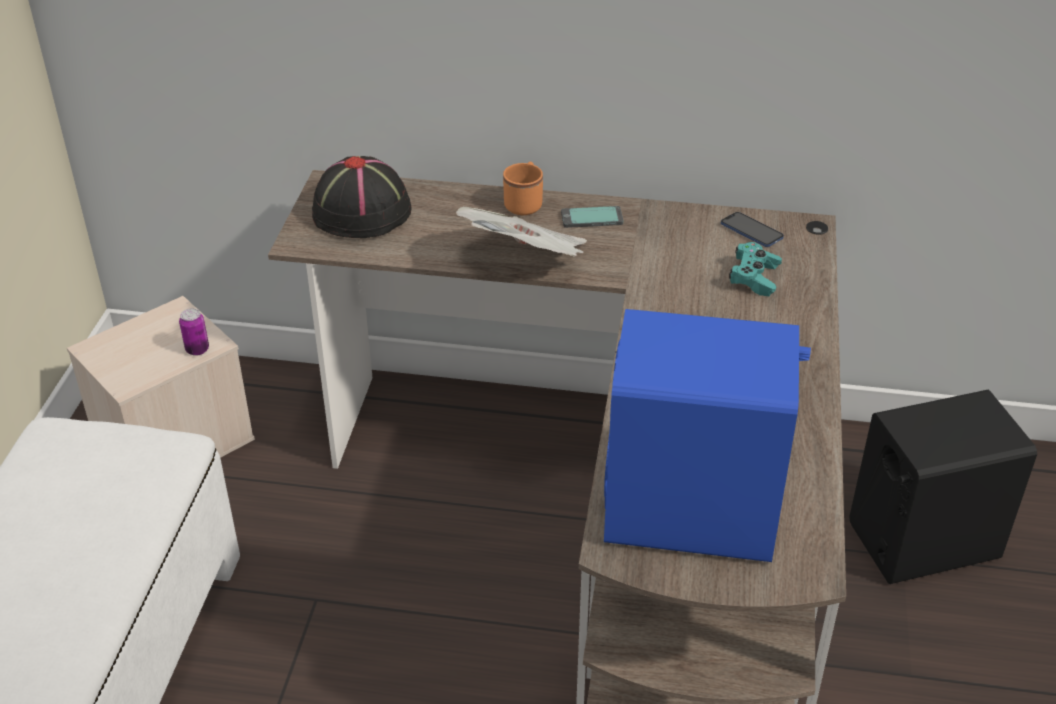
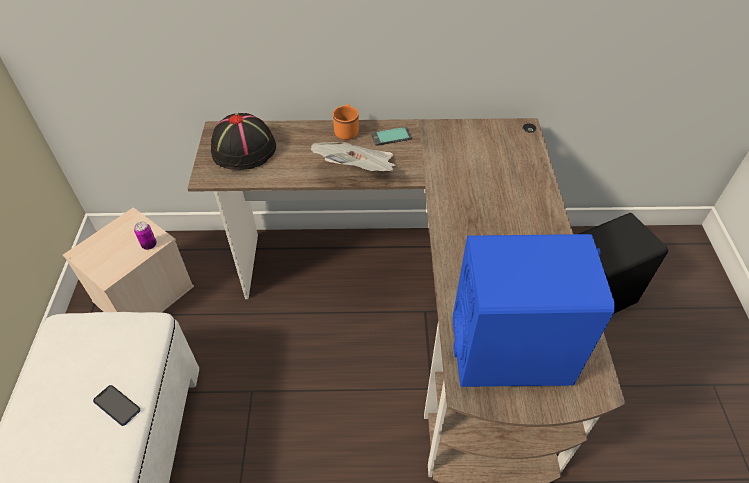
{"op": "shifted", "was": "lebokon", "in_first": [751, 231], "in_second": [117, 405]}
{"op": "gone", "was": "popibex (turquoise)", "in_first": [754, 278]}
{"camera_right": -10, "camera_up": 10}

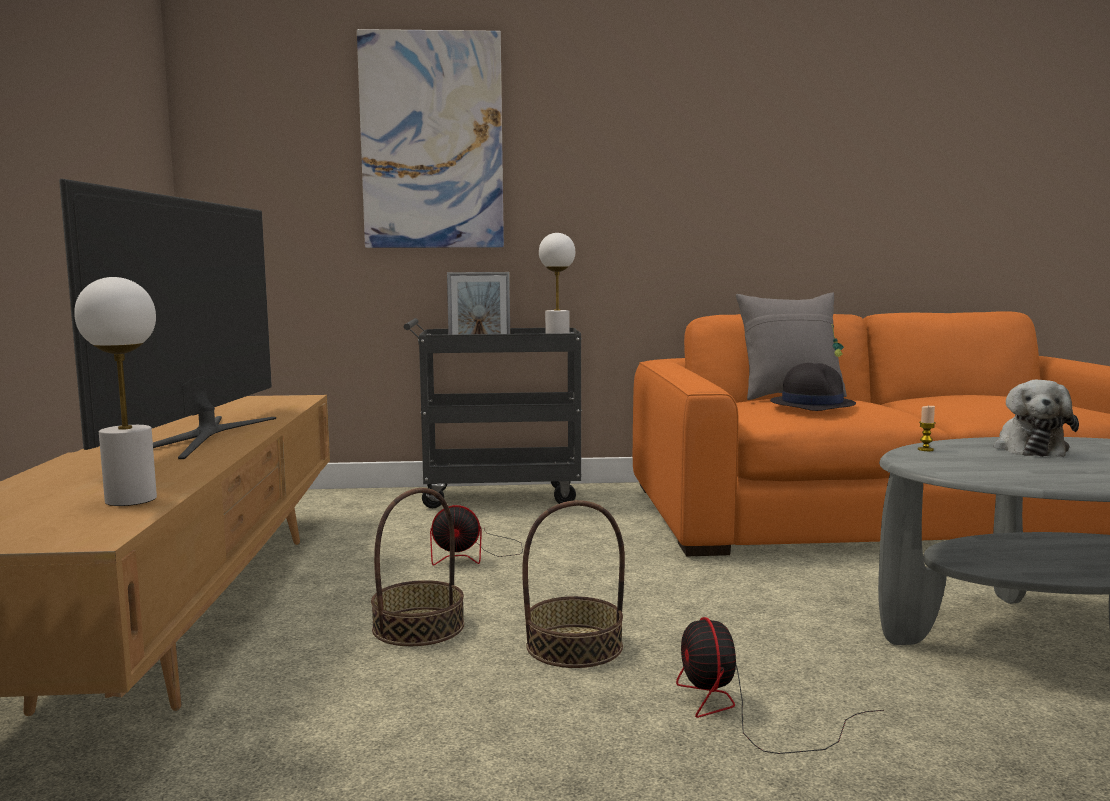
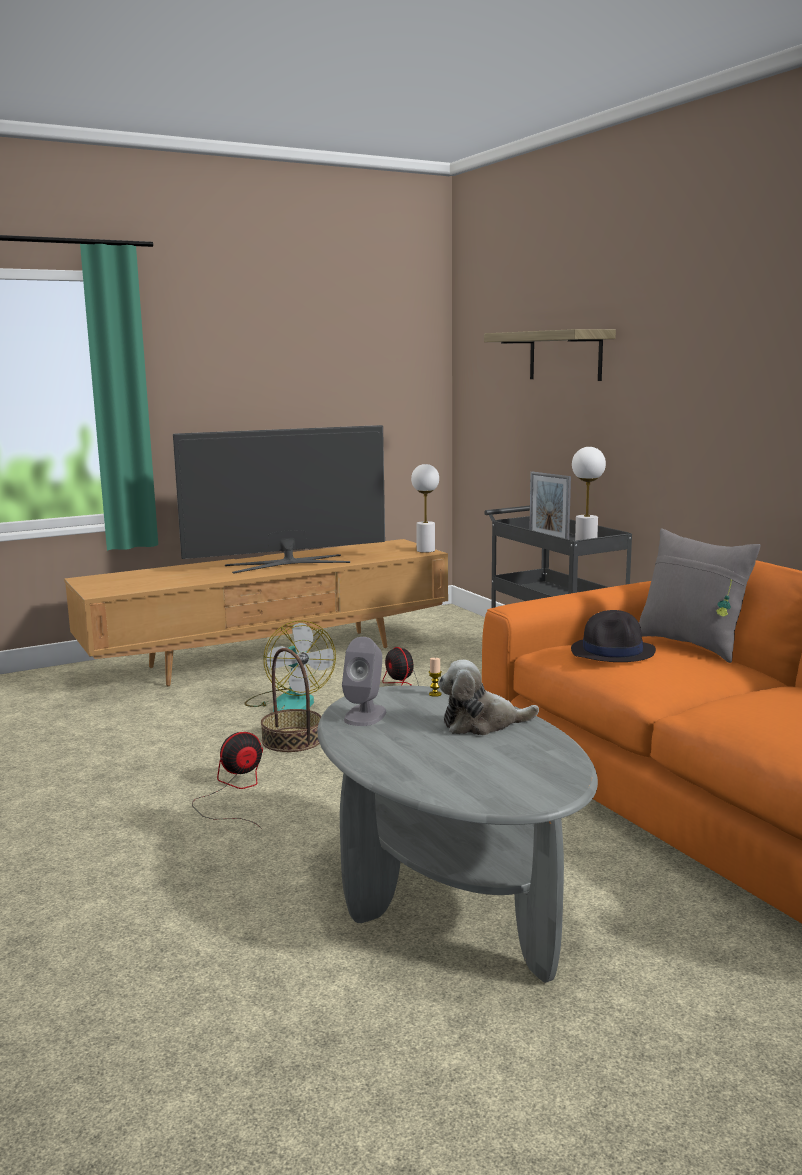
{"op": "swapped", "was": "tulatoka", "now": "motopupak", "in_first": [432, 141], "in_second": [565, 355]}
{"op": "shifted", "was": "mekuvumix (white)", "in_first": [130, 500], "in_second": [425, 550]}
{"op": "swapped", "was": "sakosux", "now": "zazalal", "in_first": [418, 627], "in_second": [289, 702]}
{"op": "new", "now": "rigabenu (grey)", "in_second": [365, 715]}
{"camera_right": 65, "camera_up": 5}

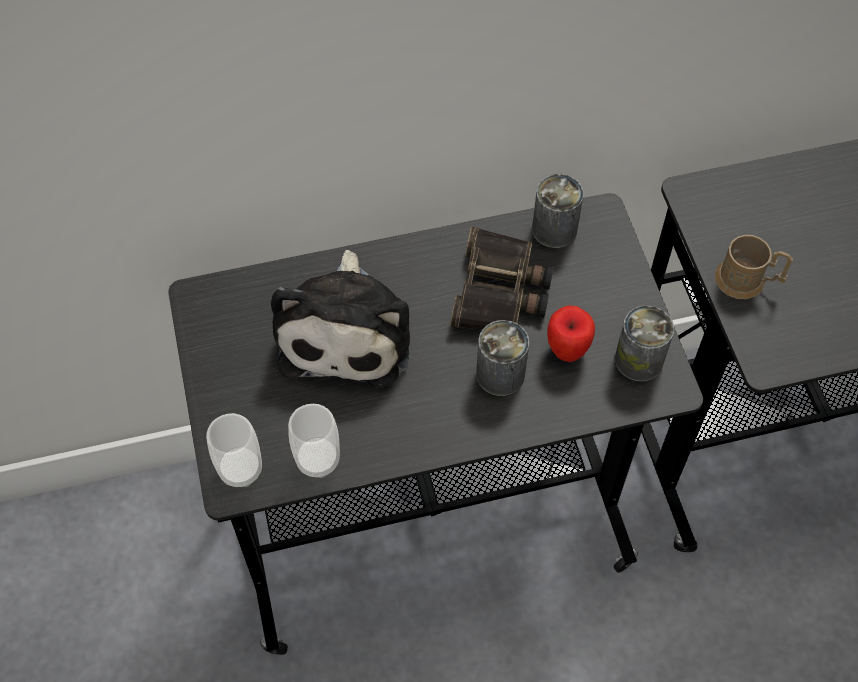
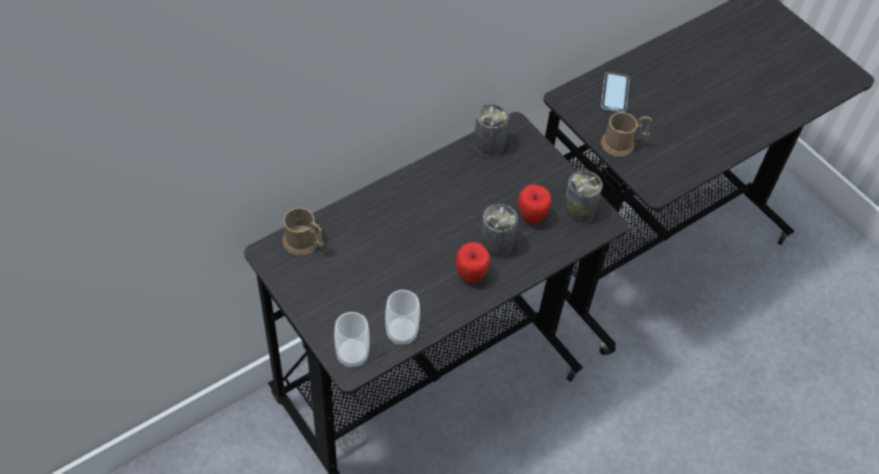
{"op": "gone", "was": "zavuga", "in_first": [501, 291]}
{"op": "gone", "was": "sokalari", "in_first": [347, 330]}
{"op": "new", "now": "lebokon", "in_second": [614, 93]}
{"op": "new", "now": "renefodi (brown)", "in_second": [305, 243]}
{"op": "new", "now": "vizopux", "in_second": [470, 275]}
{"camera_right": -25, "camera_up": -5}

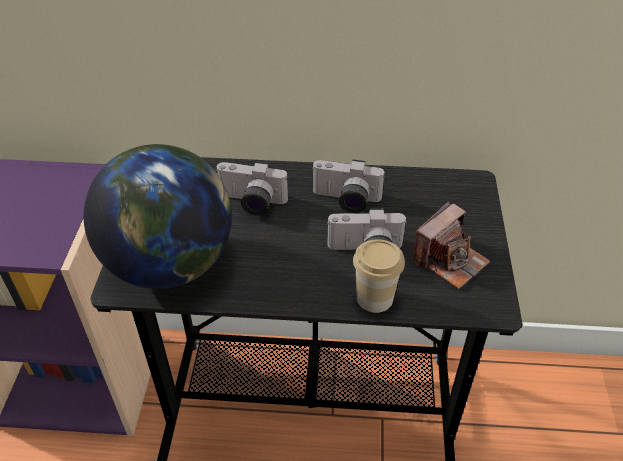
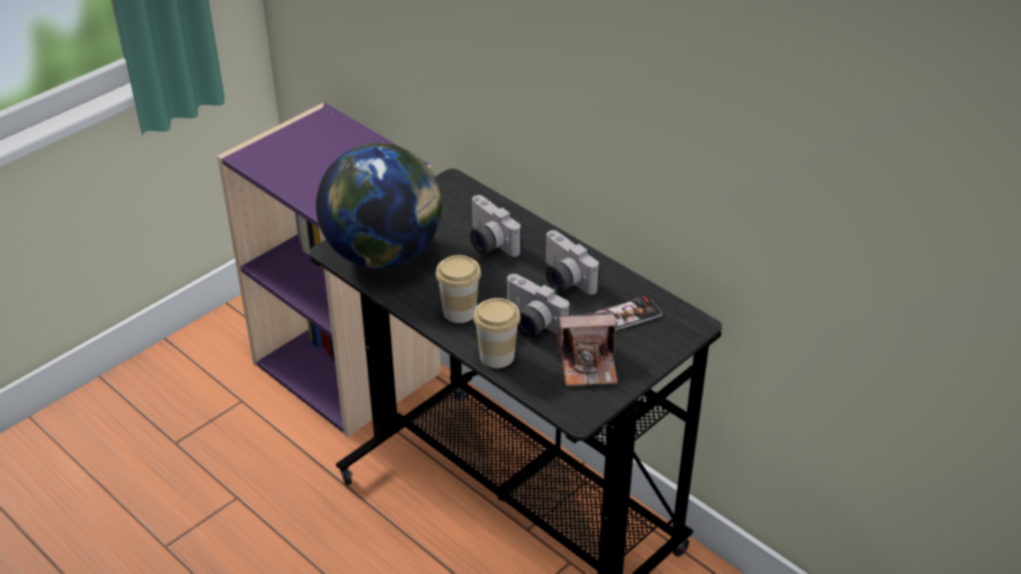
{"op": "new", "now": "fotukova", "in_second": [459, 312]}
{"op": "new", "now": "lebokon", "in_second": [627, 315]}
{"camera_right": 40, "camera_up": -5}

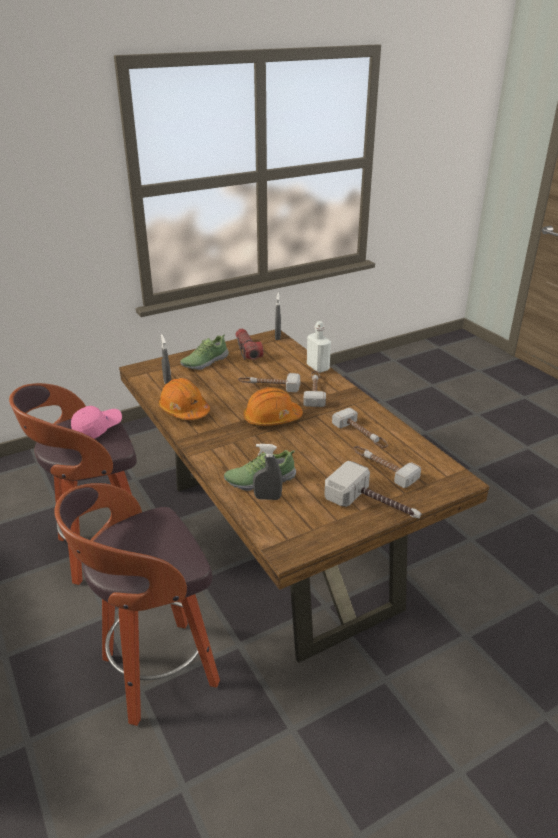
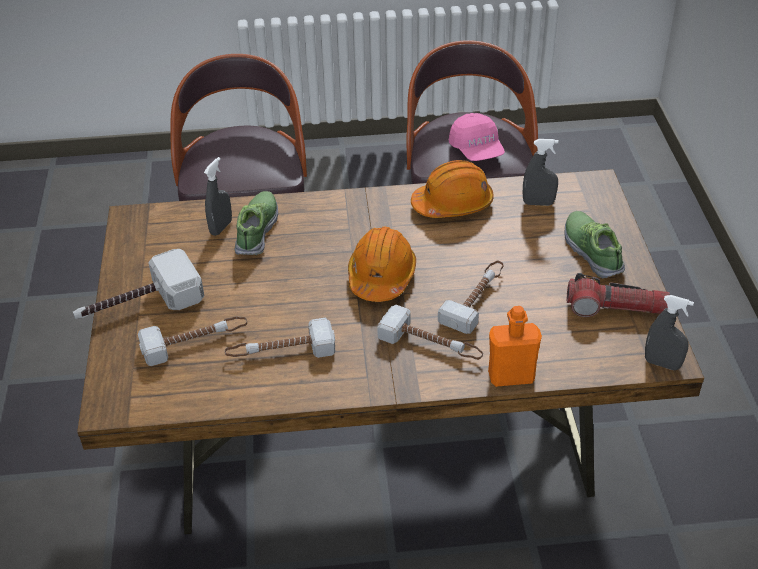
{"op": "repainted", "was": "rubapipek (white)", "now": "rubapipek (orange)", "in_first": [318, 367], "in_second": [511, 376]}
{"camera_right": 115, "camera_up": 10}

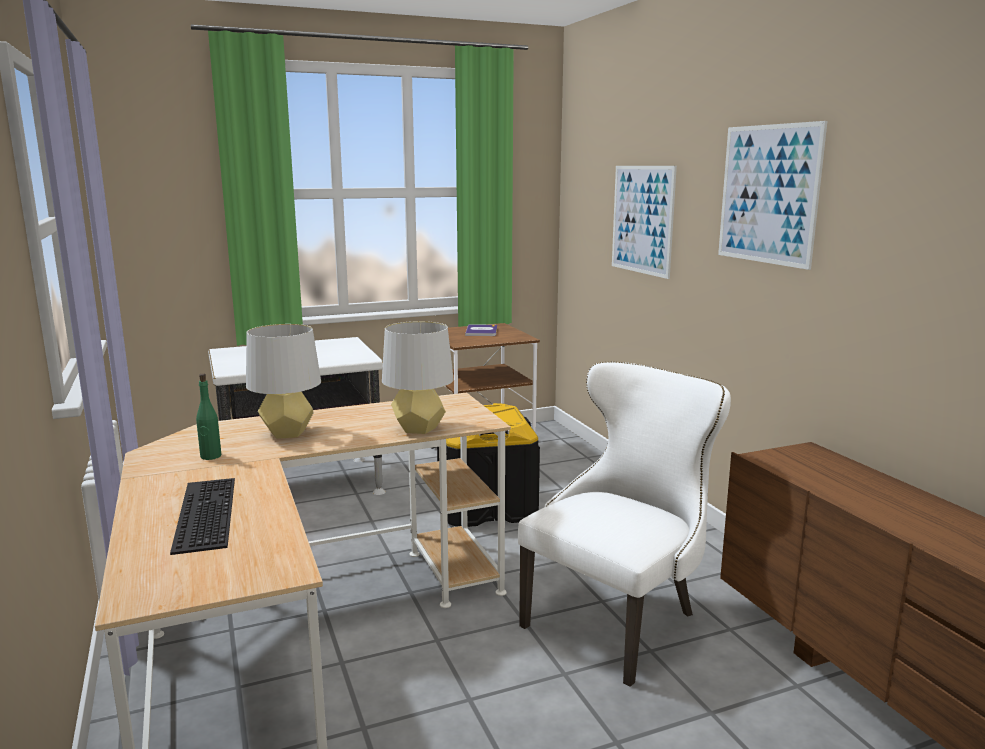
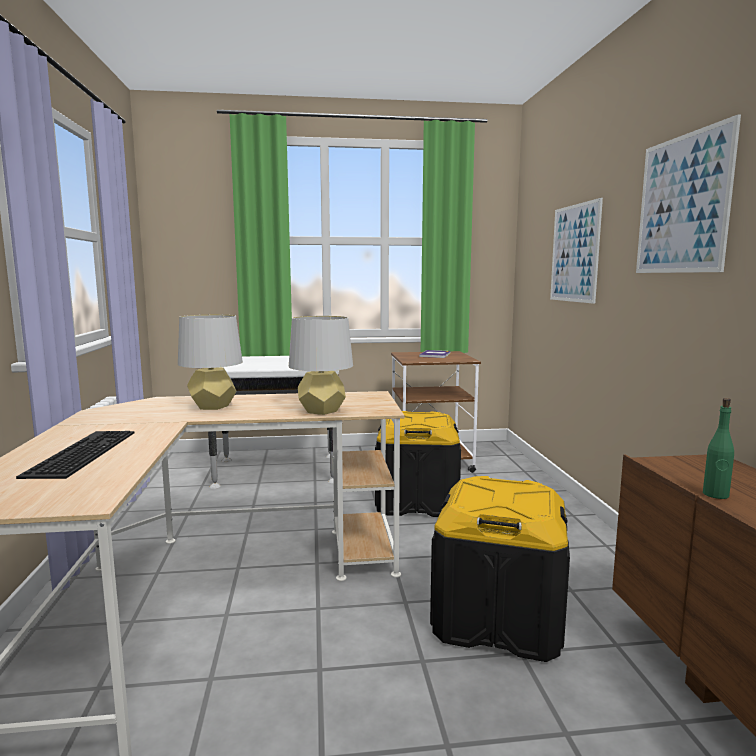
{"op": "swapped", "was": "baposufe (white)", "now": "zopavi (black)", "in_first": [618, 621], "in_second": [498, 617]}
{"op": "shifted", "was": "rubapipek (green)", "in_first": [210, 456], "in_second": [715, 495]}
{"camera_right": 15, "camera_up": -5}

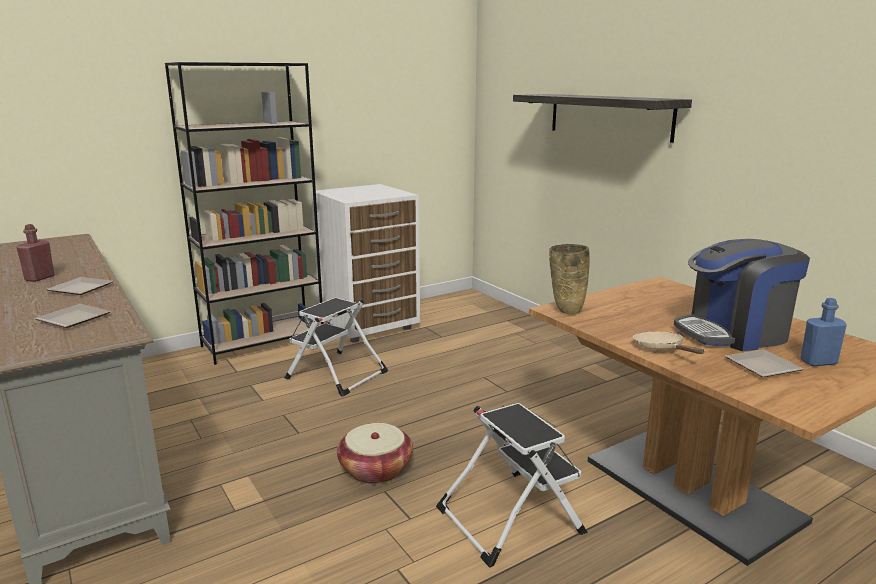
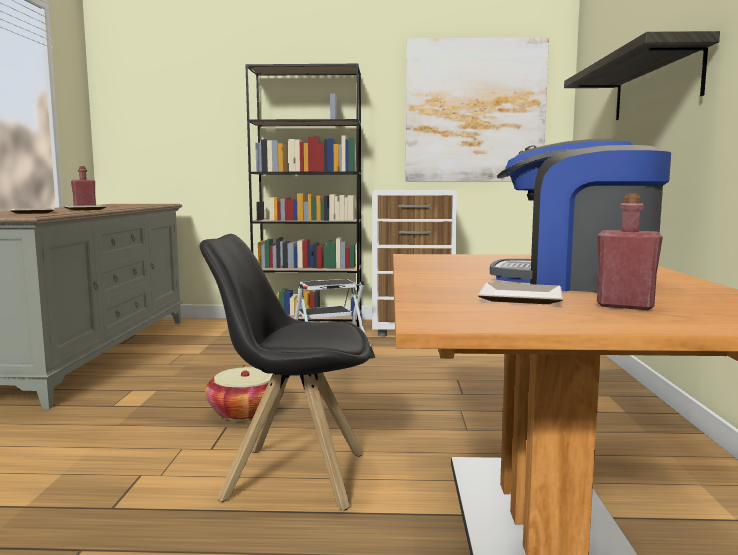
{"op": "gone", "was": "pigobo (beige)", "in_first": [566, 310]}
{"op": "repainted", "was": "rubapipek (blue)", "now": "rubapipek (red)", "in_first": [818, 362], "in_second": [625, 306]}
{"op": "gone", "was": "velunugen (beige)", "in_first": [661, 349]}
{"op": "swapped", "was": "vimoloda", "now": "baposufe (black)", "in_first": [510, 516], "in_second": [294, 476]}
{"op": "new", "now": "tulatoka", "in_second": [475, 111]}
{"camera_right": 35, "camera_up": -10}

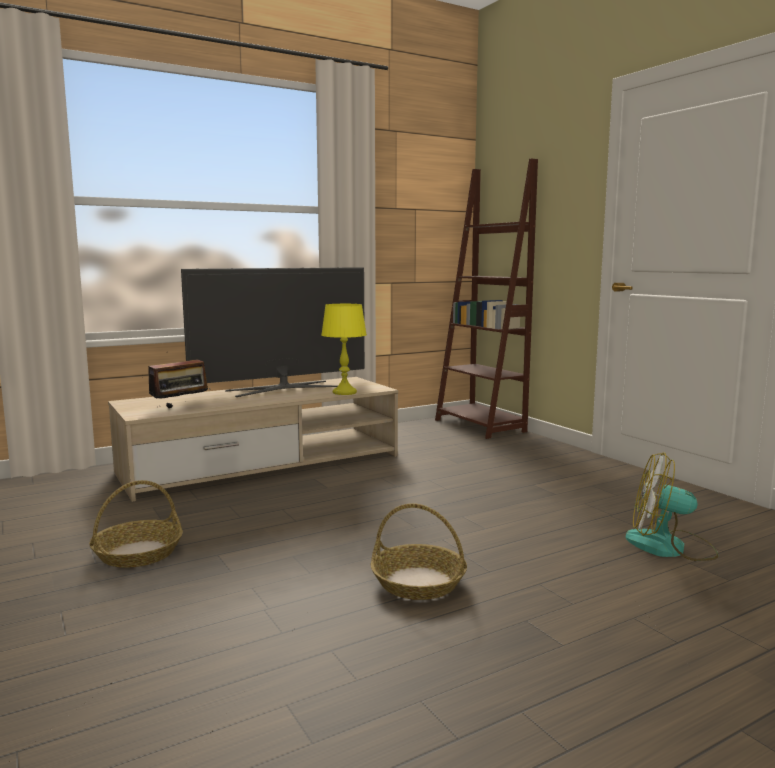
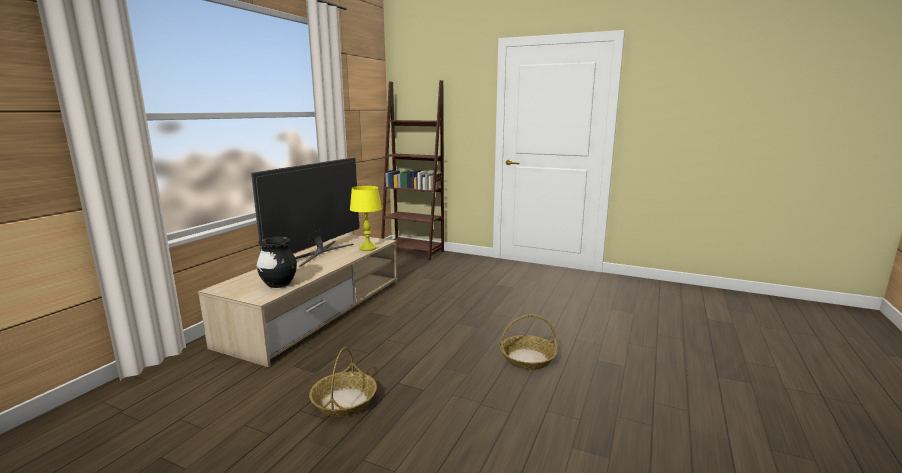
{"op": "swapped", "was": "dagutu", "now": "pigobo (black)", "in_first": [180, 408], "in_second": [279, 284]}
{"op": "gone", "was": "zazalal", "in_first": [669, 547]}
{"camera_right": -35, "camera_up": 5}

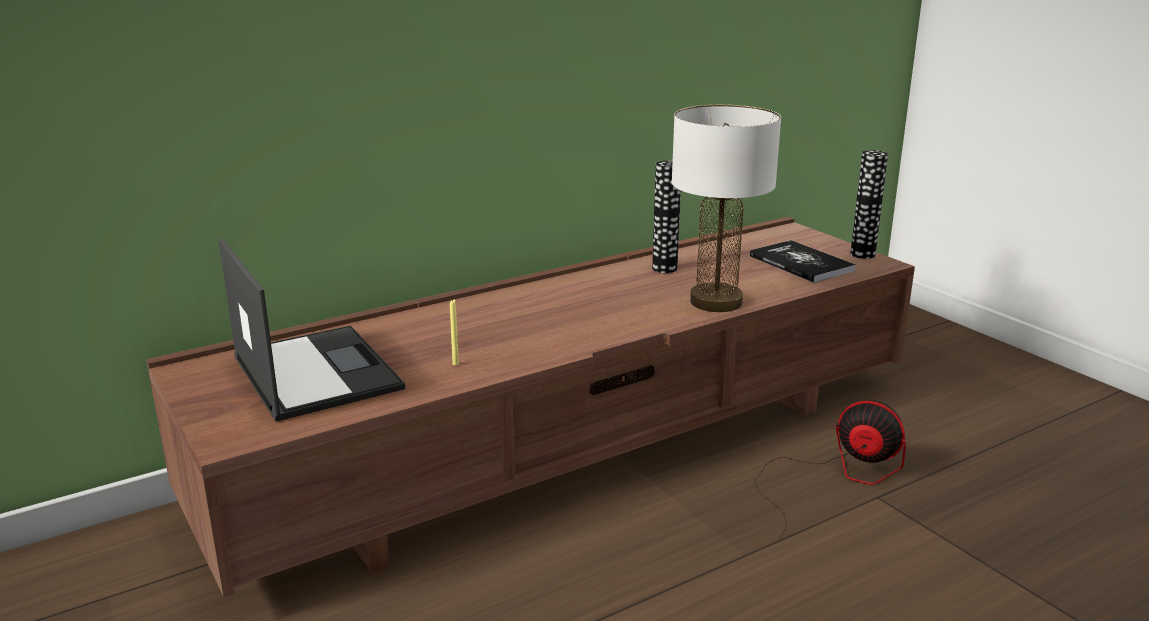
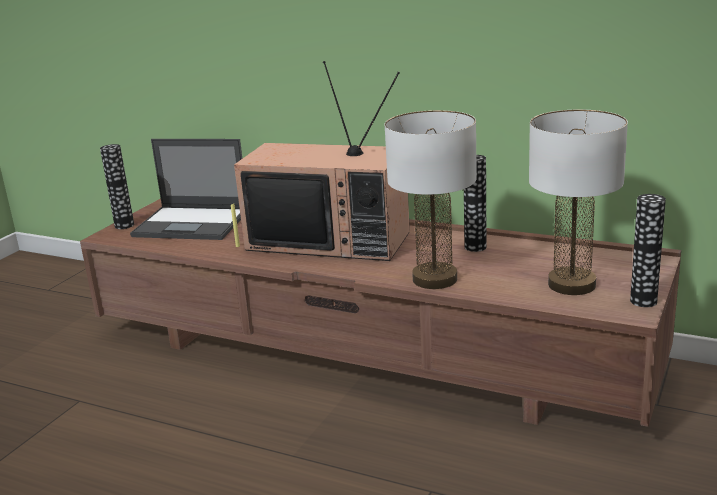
{"op": "rotated", "was": "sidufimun", "in_first": [315, 372], "in_second": [193, 223], "clockwise": 75}
{"op": "swapped", "was": "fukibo", "now": "mekuvumix", "in_first": [801, 263], "in_second": [572, 284]}
{"op": "gone", "was": "zazalal", "in_first": [835, 477]}
{"op": "new", "now": "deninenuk", "in_second": [331, 240]}
{"op": "new", "now": "pigobo", "in_second": [124, 225]}
{"camera_right": 60, "camera_up": 0}

